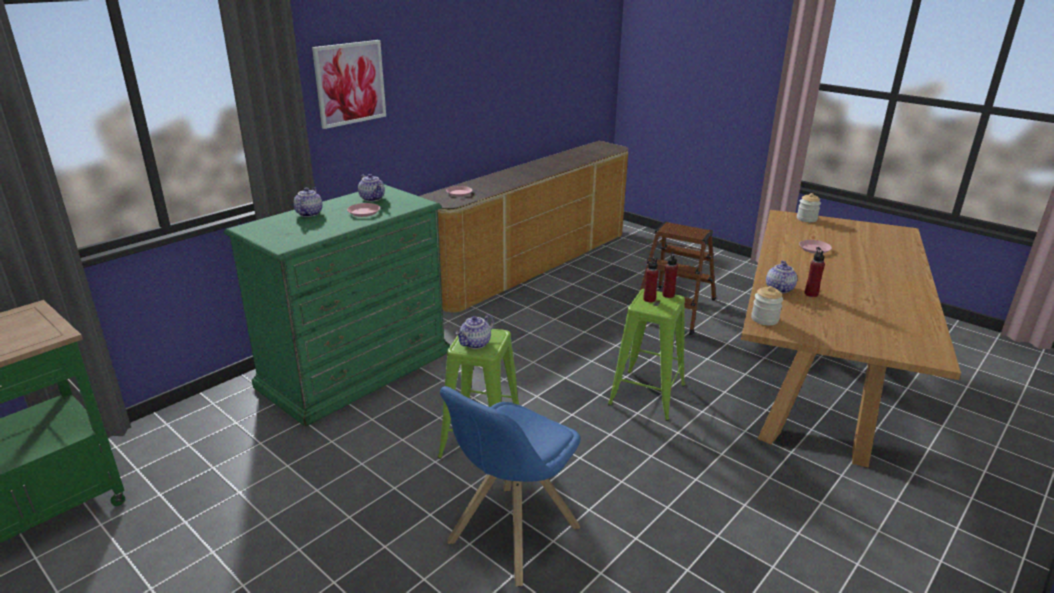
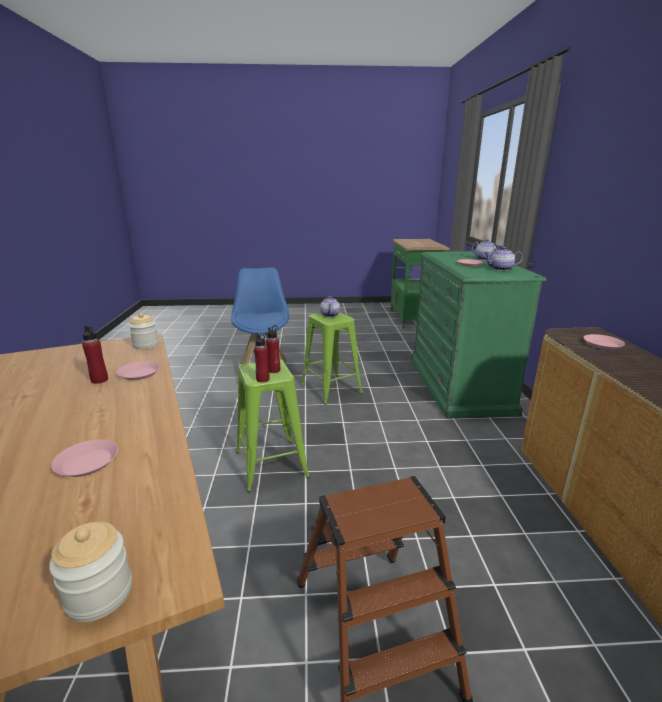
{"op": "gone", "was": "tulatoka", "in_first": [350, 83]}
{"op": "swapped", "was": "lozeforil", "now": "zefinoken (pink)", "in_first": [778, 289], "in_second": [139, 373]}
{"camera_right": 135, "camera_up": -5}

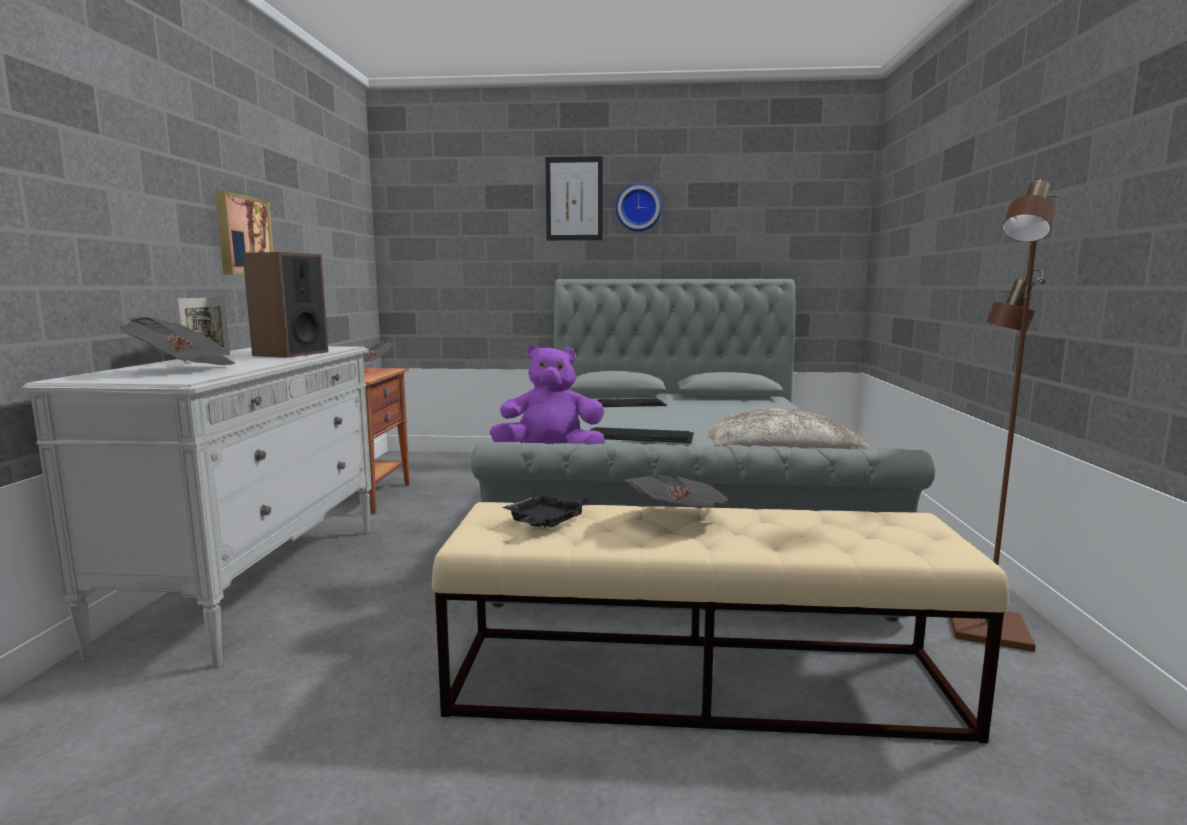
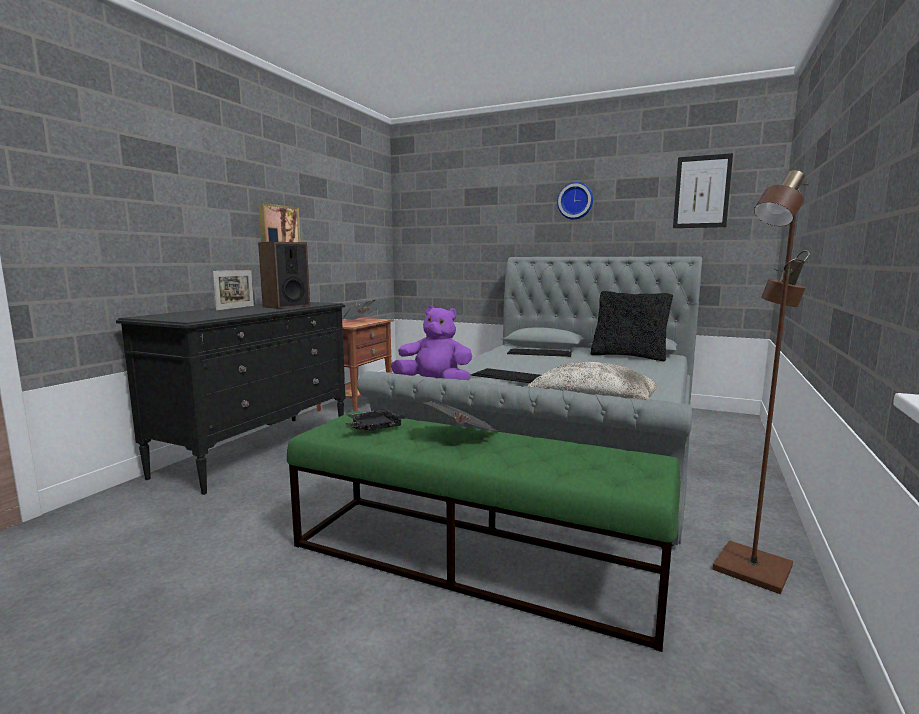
{"op": "shifted", "was": "tulatoka", "in_first": [574, 199], "in_second": [702, 192]}
{"op": "gone", "was": "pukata", "in_first": [186, 370]}
{"op": "repainted", "was": "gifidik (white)", "now": "gifidik (black)", "in_first": [259, 582], "in_second": [259, 450]}
{"op": "repainted", "was": "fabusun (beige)", "now": "fabusun (green)", "in_first": [701, 681], "in_second": [474, 559]}
{"op": "new", "now": "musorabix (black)", "in_second": [629, 356]}
{"camera_right": 20, "camera_up": 0}

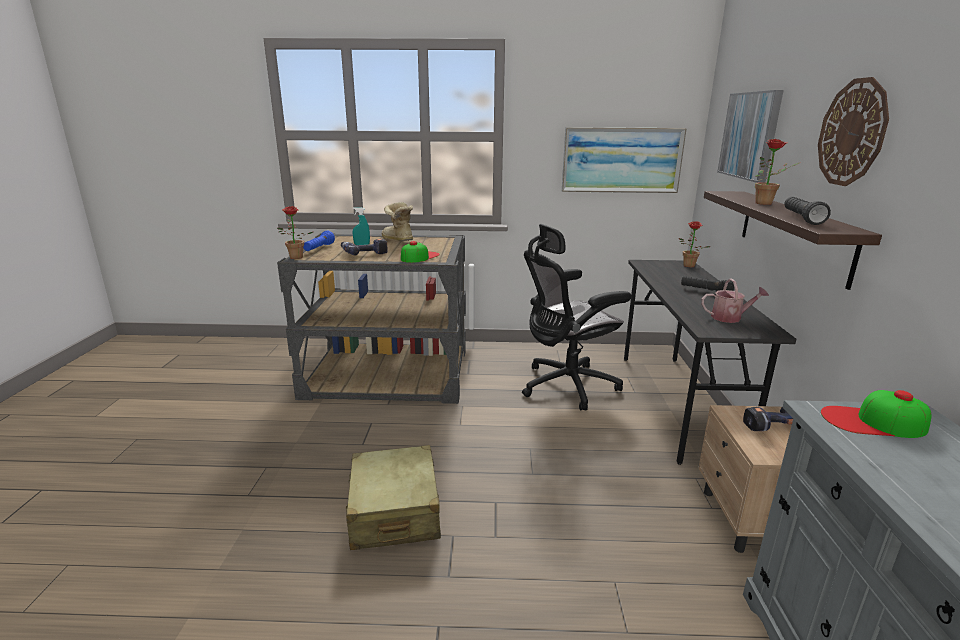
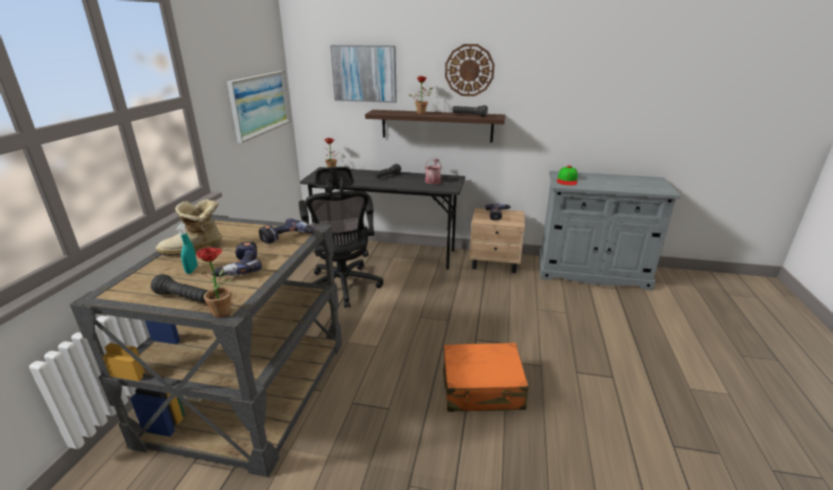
{"op": "repainted", "was": "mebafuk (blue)", "now": "mebafuk (black)", "in_first": [319, 248], "in_second": [184, 298]}
{"op": "swapped", "was": "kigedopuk", "now": "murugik", "in_first": [419, 257], "in_second": [288, 238]}
{"op": "repainted", "was": "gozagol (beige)", "now": "gozagol (orange)", "in_first": [394, 511], "in_second": [482, 388]}
{"camera_right": -80, "camera_up": 5}

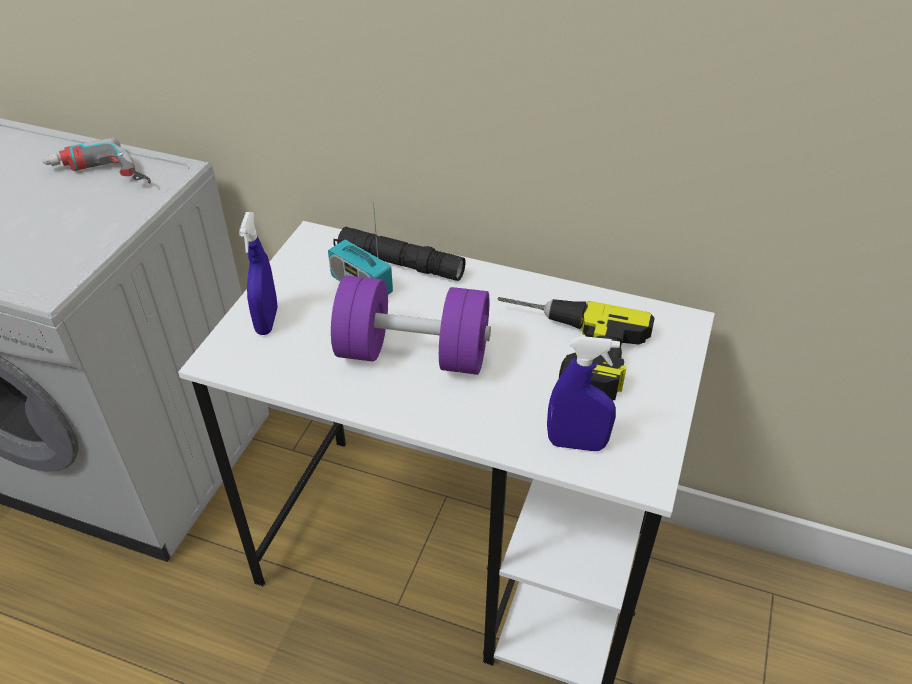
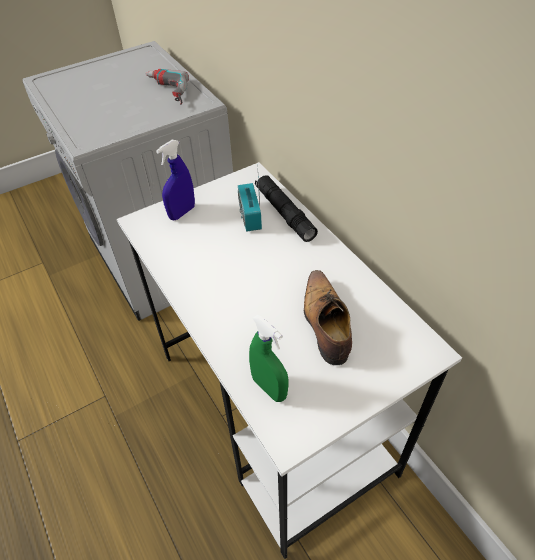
{"op": "gone", "was": "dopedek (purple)", "in_first": [413, 354]}
{"op": "swapped", "was": "murugik", "now": "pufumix", "in_first": [564, 350], "in_second": [325, 322]}
{"op": "repainted", "was": "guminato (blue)", "now": "guminato (green)", "in_first": [576, 443], "in_second": [269, 388]}
{"camera_right": 40, "camera_up": 5}

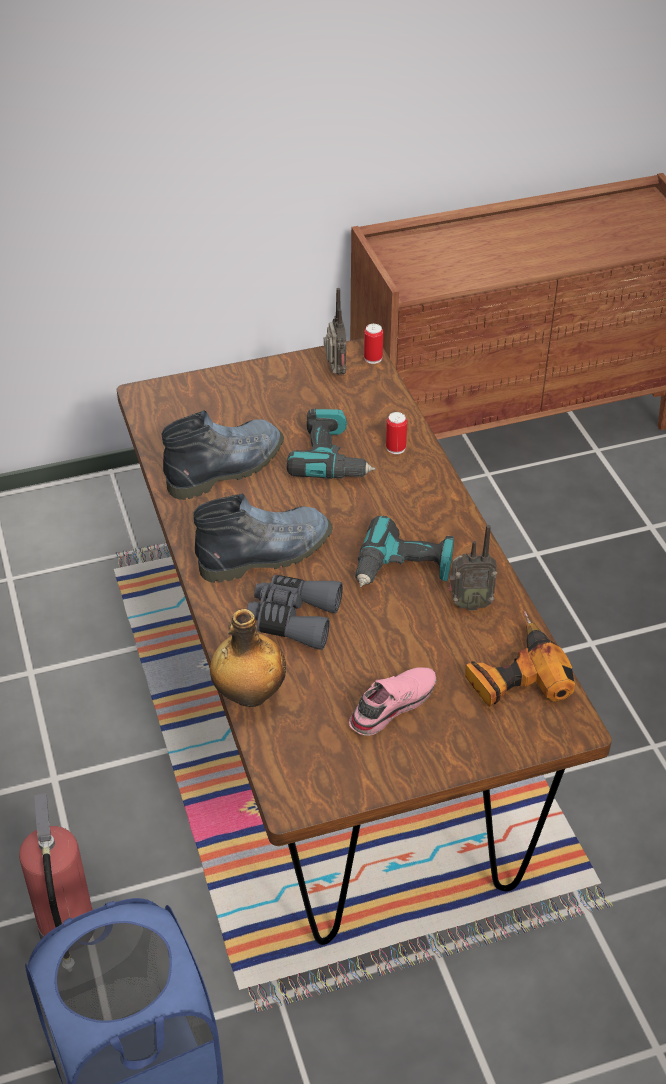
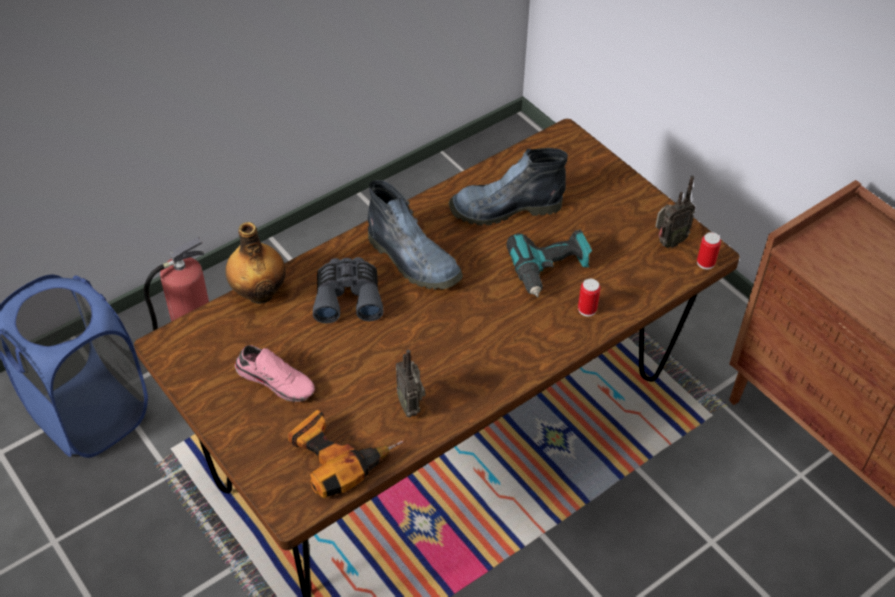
{"op": "rotated", "was": "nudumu", "in_first": [227, 467], "in_second": [504, 209], "clockwise": 135}
{"op": "gone", "was": "murugik", "in_first": [403, 569]}
{"camera_right": 70, "camera_up": 5}

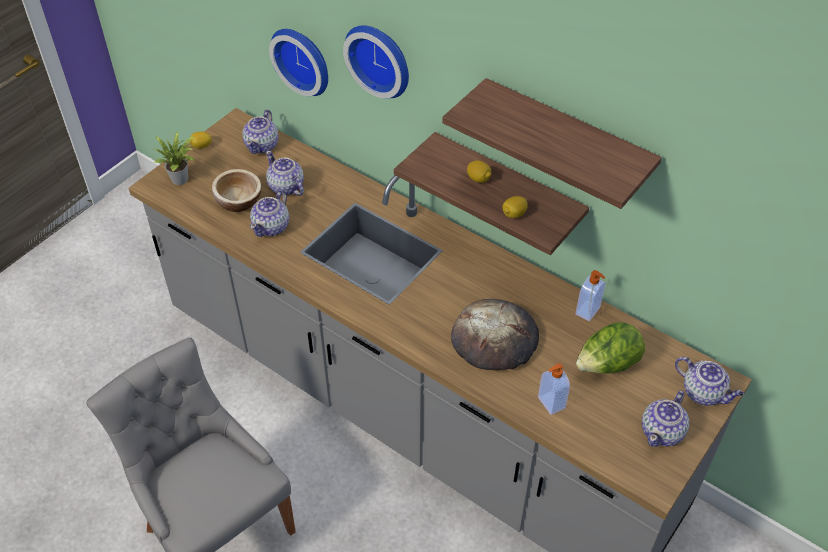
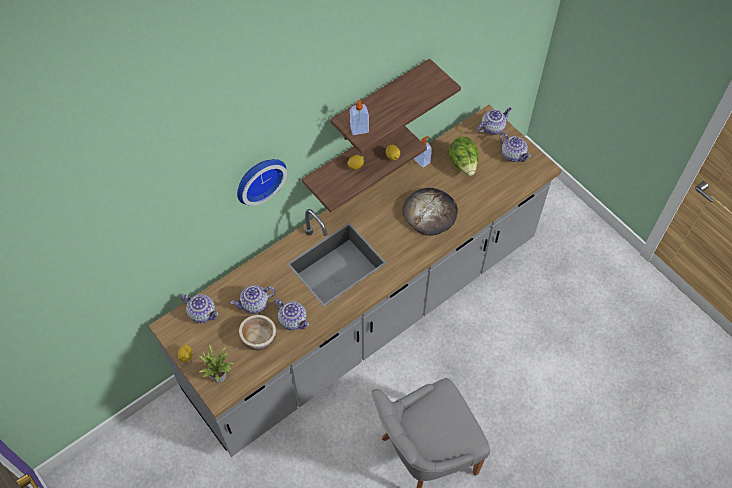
{"op": "gone", "was": "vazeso", "in_first": [303, 59]}
{"op": "shifted", "was": "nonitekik", "in_first": [550, 403], "in_second": [359, 130]}
{"camera_right": -75, "camera_up": 10}

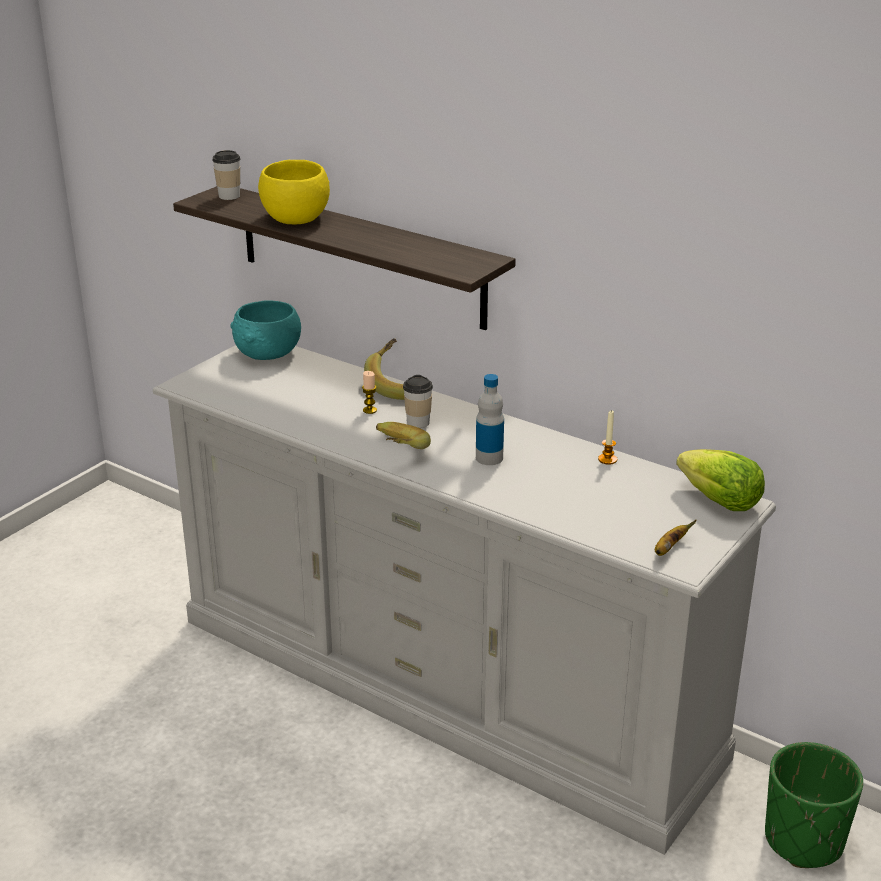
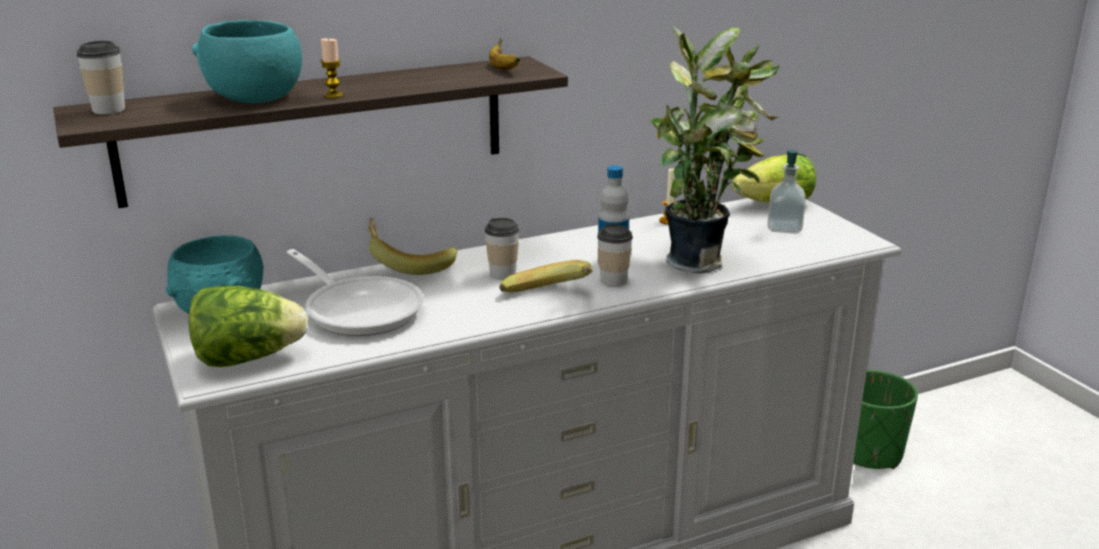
{"op": "repainted", "was": "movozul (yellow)", "now": "movozul (turquoise)", "in_first": [295, 217], "in_second": [253, 97]}
{"op": "shifted", "was": "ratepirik", "in_first": [369, 410], "in_second": [333, 95]}
{"op": "shifted", "was": "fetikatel", "in_first": [669, 548], "in_second": [502, 68]}
{"op": "new", "now": "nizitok", "in_second": [700, 262]}
{"op": "new", "now": "nonitekik", "in_second": [784, 228]}
{"op": "new", "now": "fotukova", "in_second": [613, 281]}
{"op": "new", "now": "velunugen", "in_second": [359, 309]}
{"op": "new", "now": "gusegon", "in_second": [248, 358]}
{"camera_right": -60, "camera_up": -5}

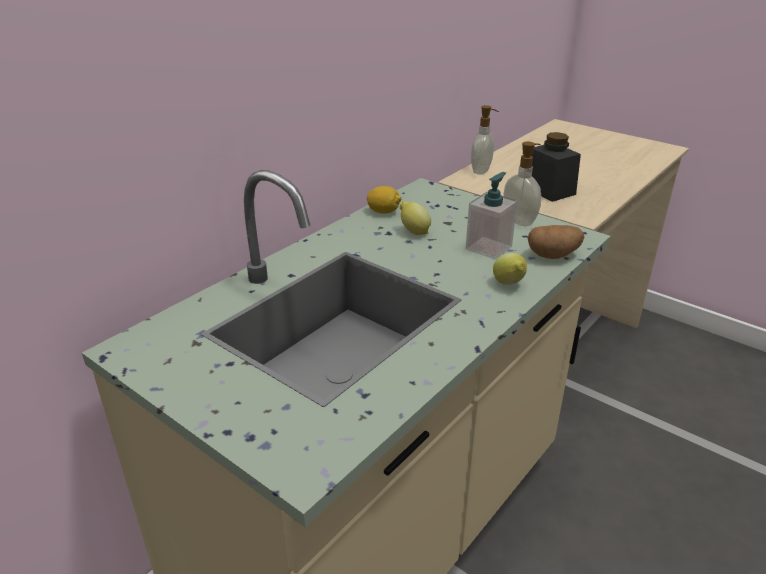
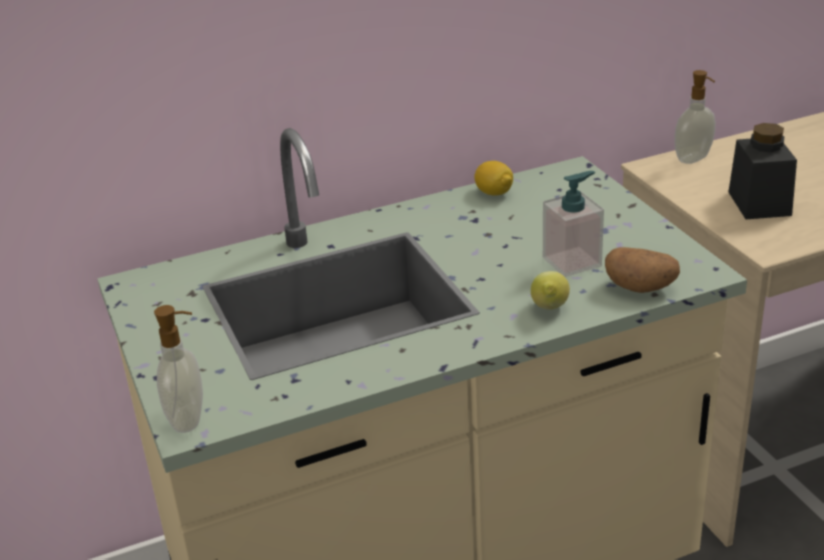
{"op": "shifted", "was": "nonitekik", "in_first": [520, 221], "in_second": [189, 419]}
{"op": "gone", "was": "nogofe", "in_first": [413, 232]}
{"camera_right": 30, "camera_up": 0}

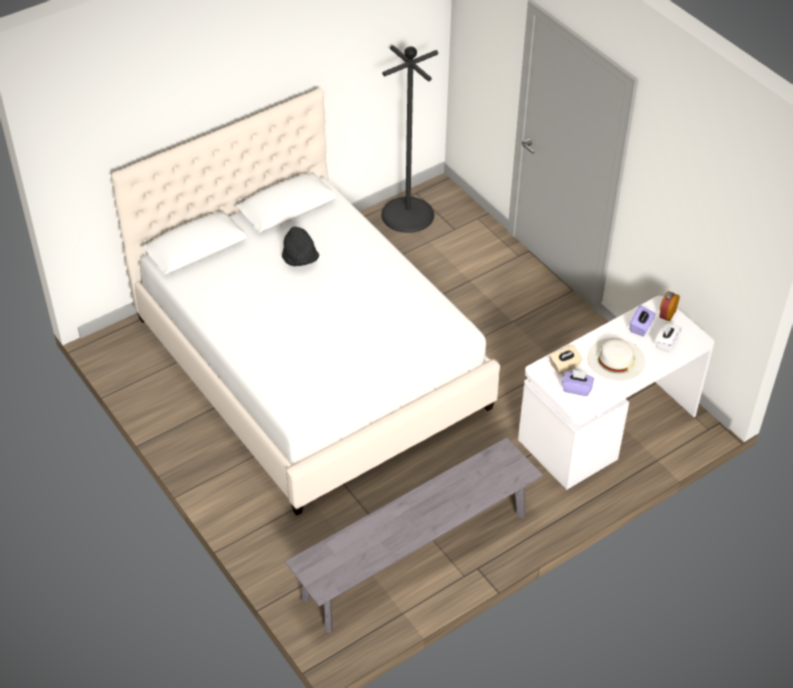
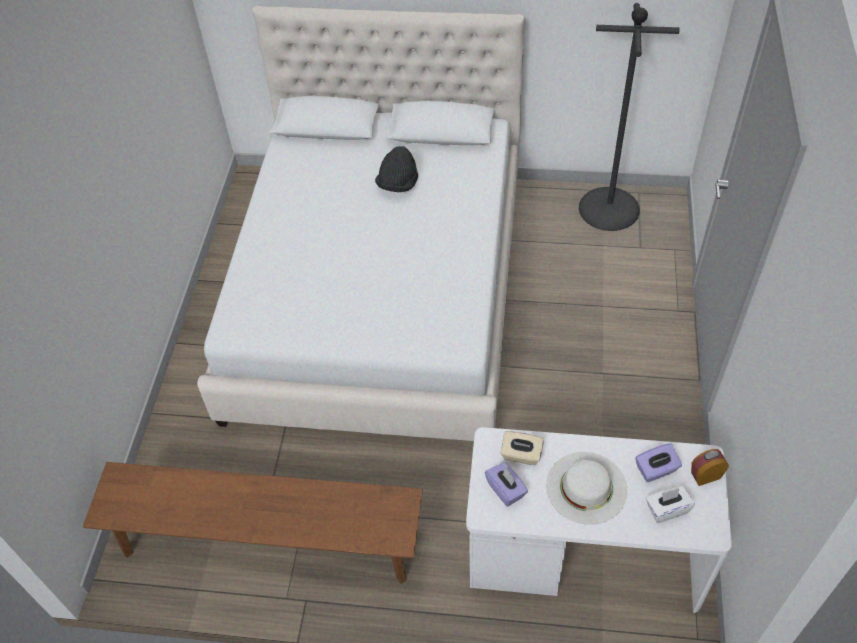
{"op": "repainted", "was": "fabusun (grey)", "now": "fabusun (brown)", "in_first": [416, 556], "in_second": [268, 543]}
{"camera_right": 45, "camera_up": 5}

